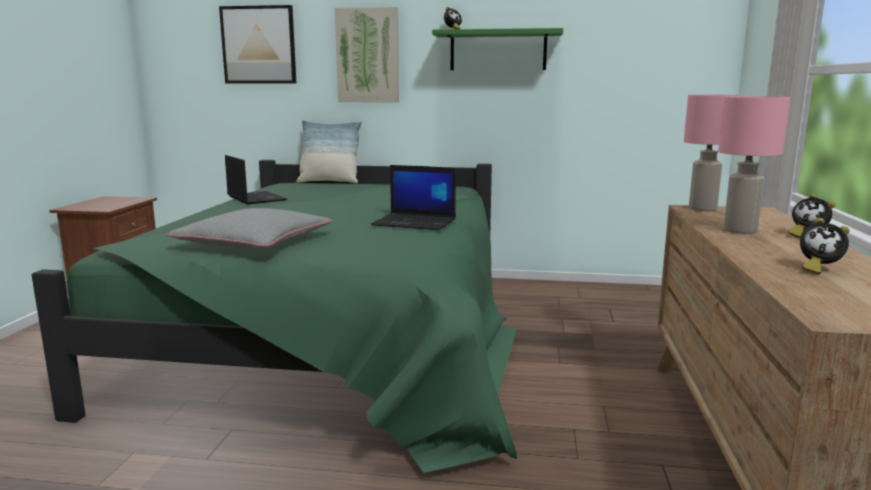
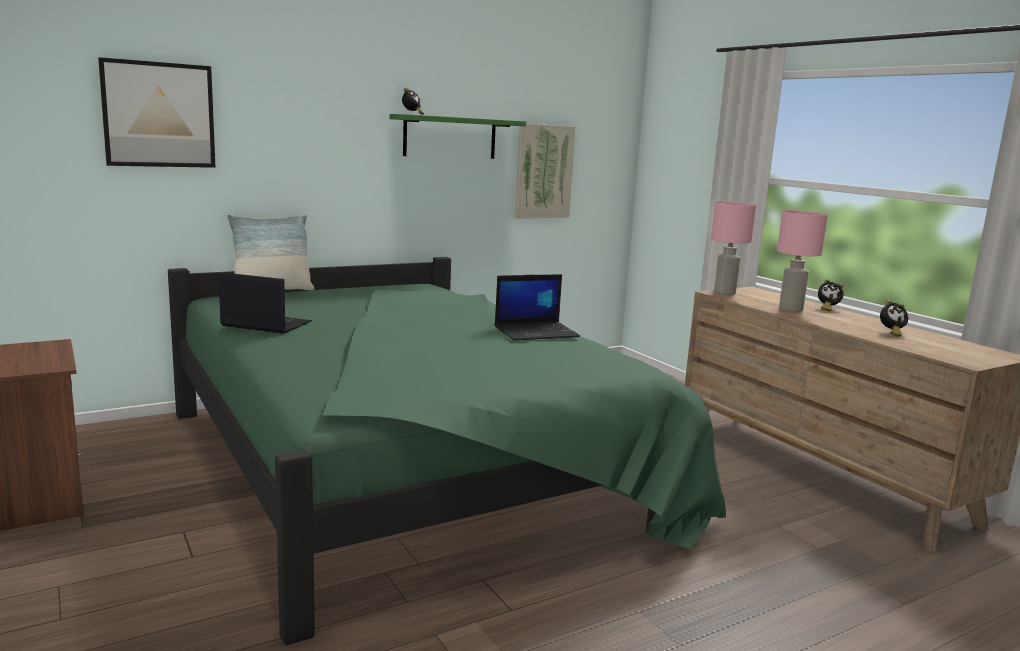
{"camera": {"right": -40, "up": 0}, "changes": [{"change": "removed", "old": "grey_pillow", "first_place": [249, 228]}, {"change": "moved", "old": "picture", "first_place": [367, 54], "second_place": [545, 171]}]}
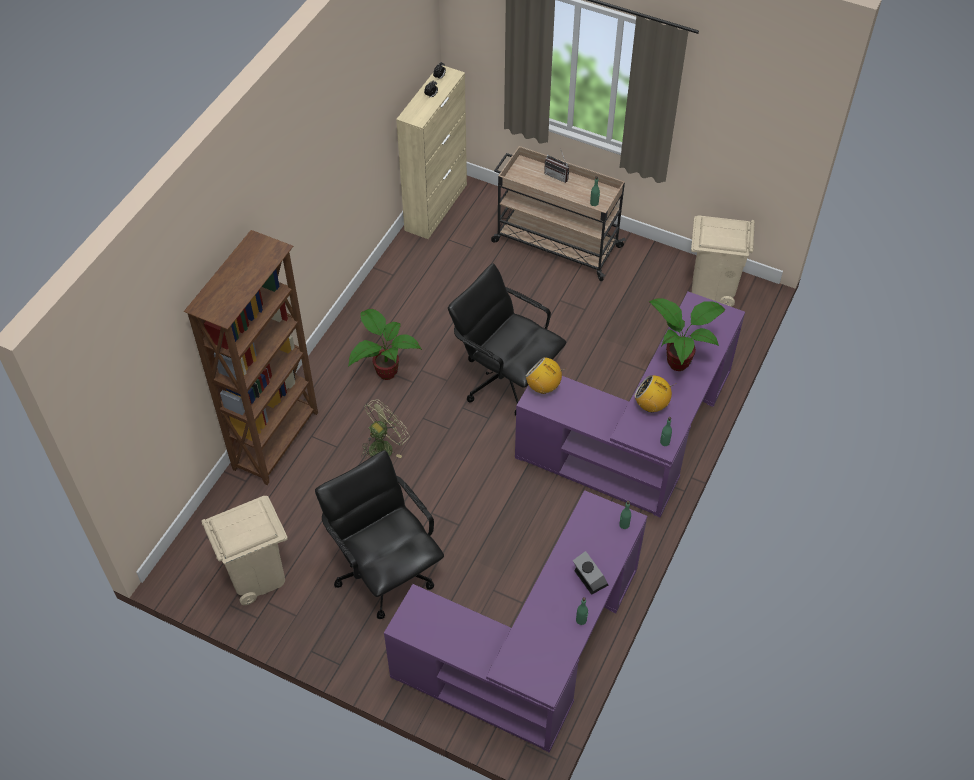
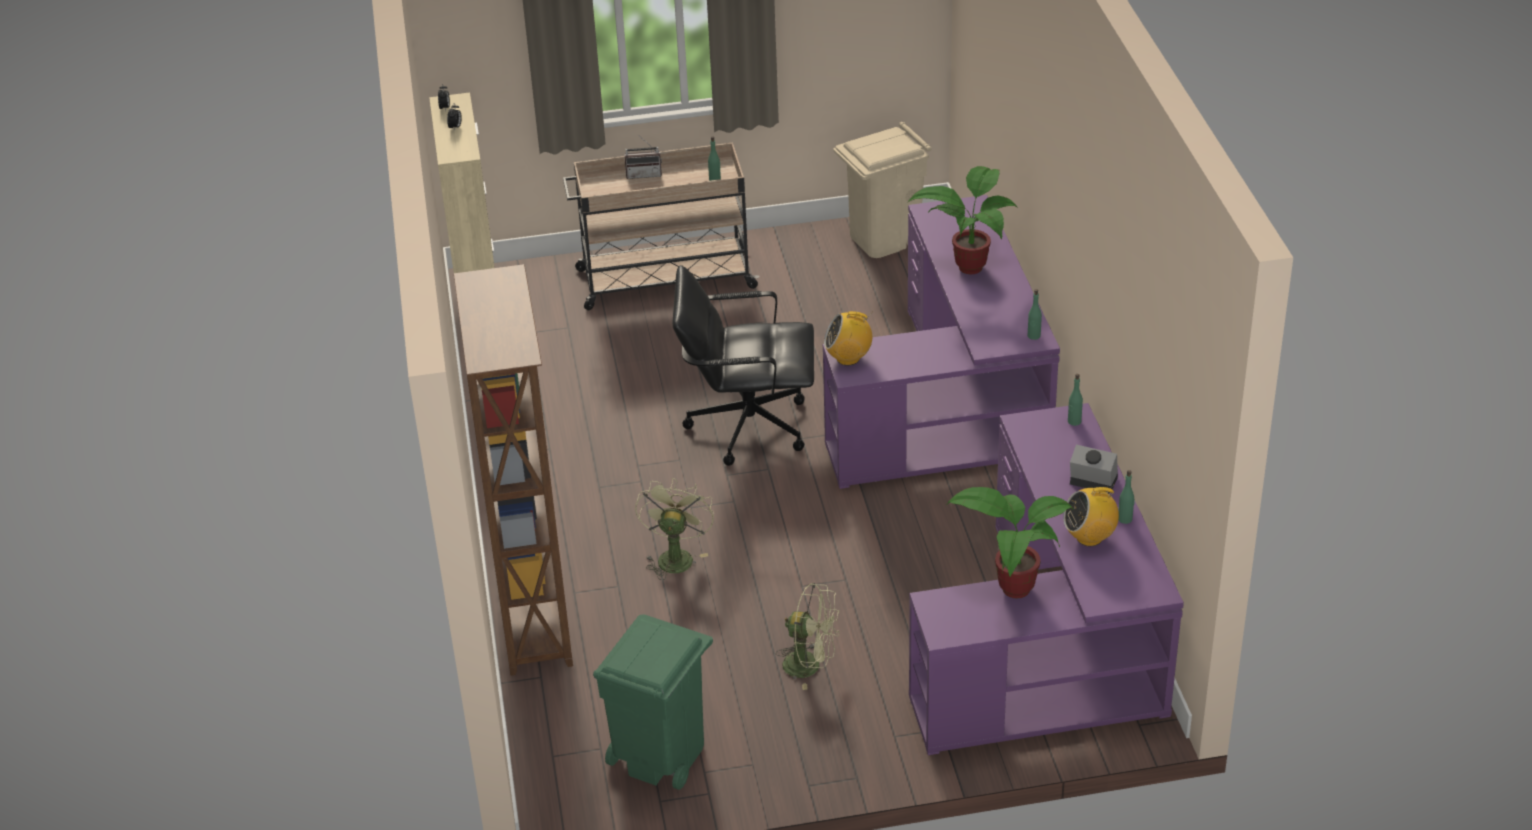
{"camera": {"right": -35, "up": -15}, "changes": [{"change": "moved", "old": "potted_plant", "first_place": [385, 344], "second_place": [1010, 543]}, {"change": "moved", "old": "radio", "first_place": [656, 393], "second_place": [1091, 515]}, {"change": "replaced", "old": "black_office_chair", "new": "green_fan", "first_place": [379, 534], "second_place": [807, 636]}, {"change": "recoloured", "old": "beige_trash_can", "new": "green_trash_can", "first_place": [245, 550], "second_place": [653, 702]}]}
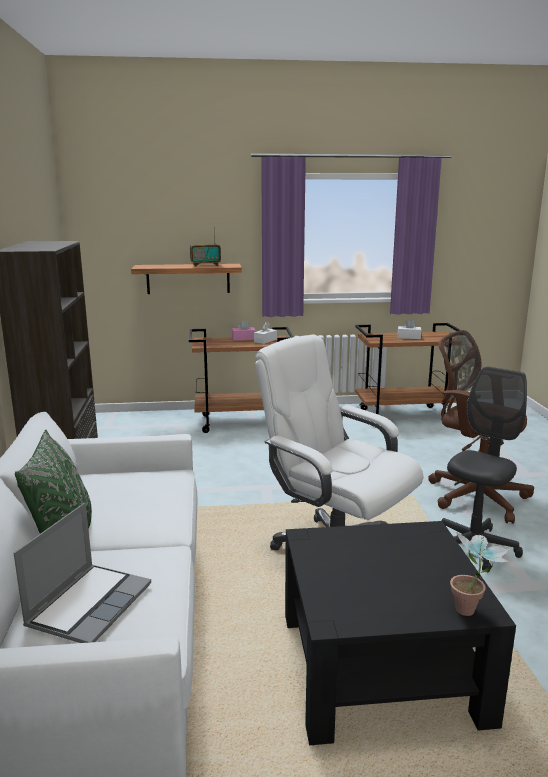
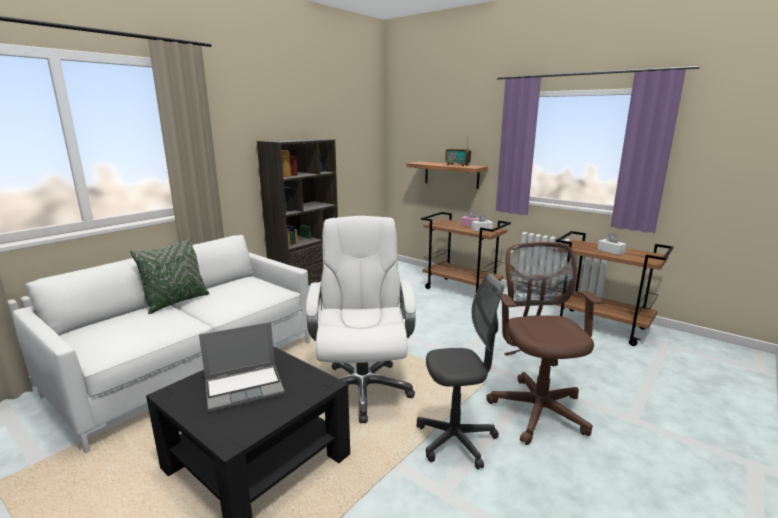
{"camera": {"right": 45, "up": 0}, "changes": [{"change": "removed", "old": "potted_plant", "first_place": [480, 574]}, {"change": "moved", "old": "laptop", "first_place": [82, 573], "second_place": [242, 367]}]}
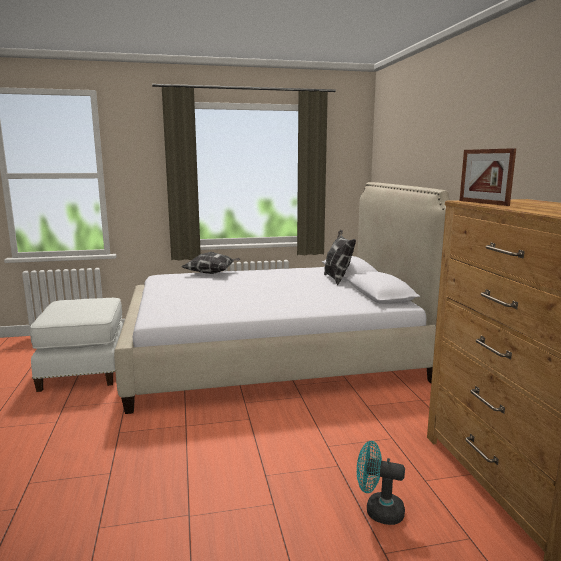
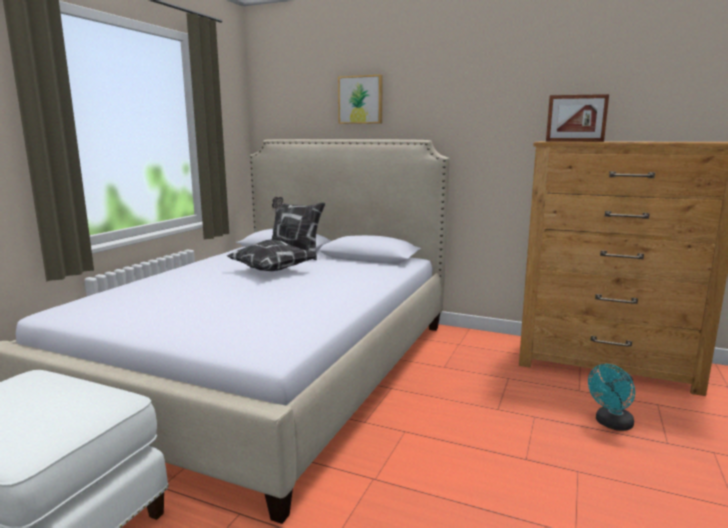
{"camera": {"right": -55, "up": 0}, "changes": [{"change": "added", "new": "picture", "second_place": [360, 99]}, {"change": "moved", "old": "pillow", "first_place": [211, 263], "second_place": [271, 255]}]}
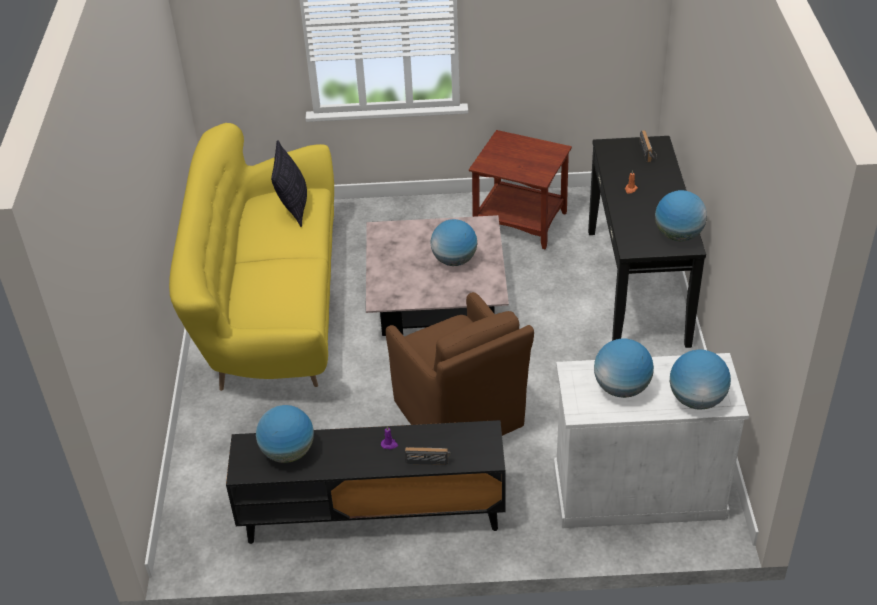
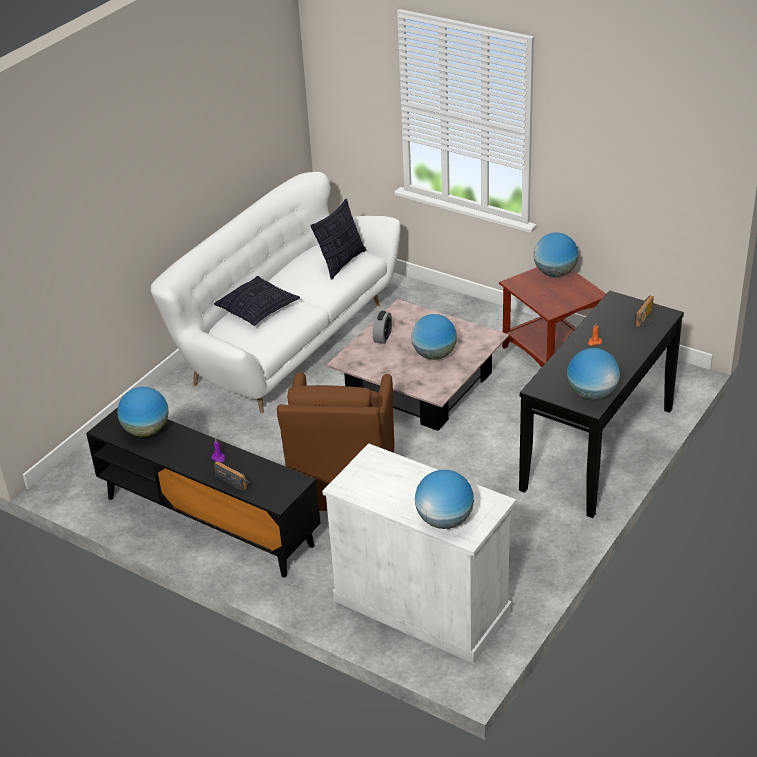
{"camera": {"right": 35, "up": -5}, "changes": [{"change": "added", "new": "pillow", "second_place": [257, 301]}, {"change": "added", "new": "alarm_clock", "second_place": [382, 327]}, {"change": "moved", "old": "globe", "first_place": [624, 368], "second_place": [556, 255]}, {"change": "recoloured", "old": "yellow_sofa", "new": "white_sofa", "first_place": [251, 257], "second_place": [276, 292]}]}
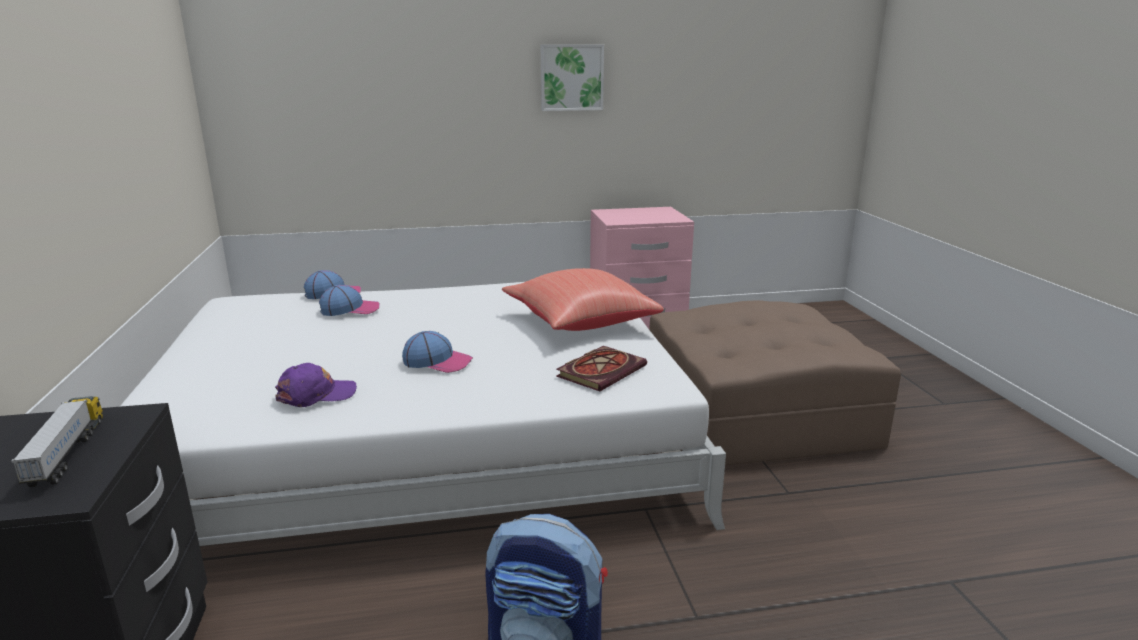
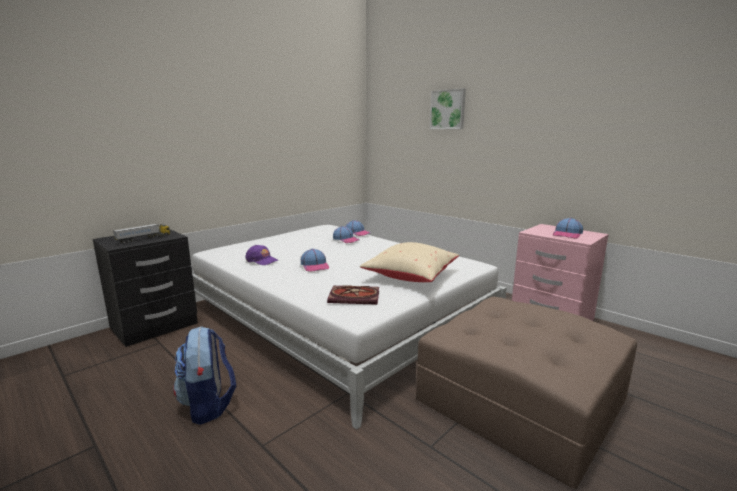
{"camera": {"right": 55, "up": -5}, "changes": [{"change": "added", "new": "cap", "second_place": [568, 228]}, {"change": "moved", "old": "picture", "first_place": [572, 77], "second_place": [448, 108]}, {"change": "recoloured", "old": "red_pillow", "new": "beige_pillow", "first_place": [583, 299], "second_place": [409, 262]}]}
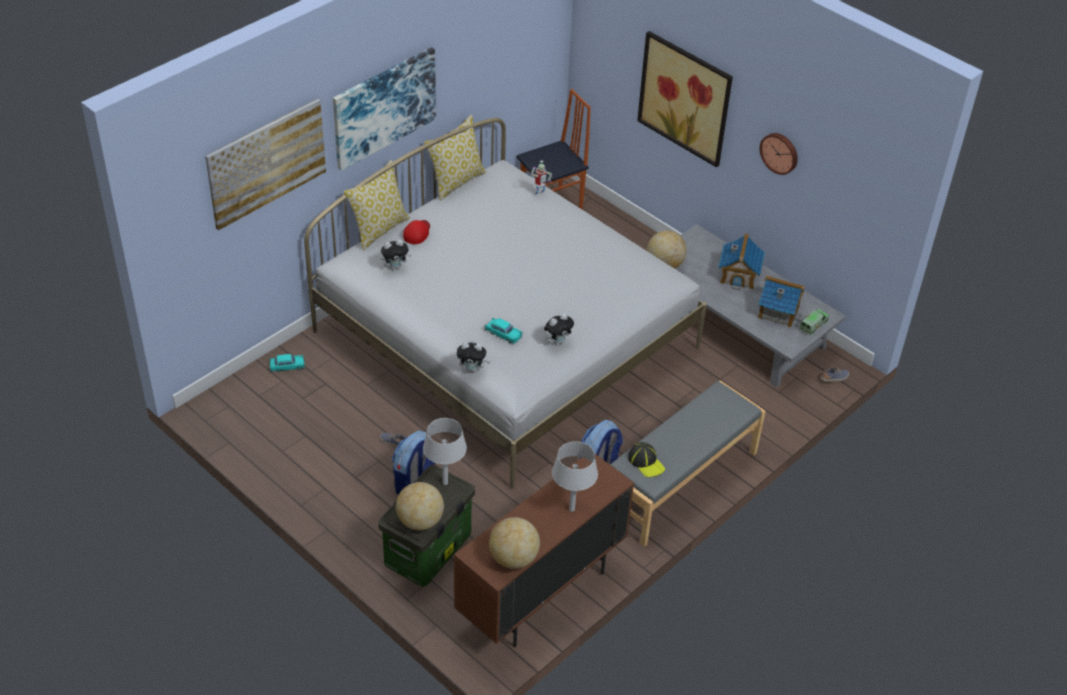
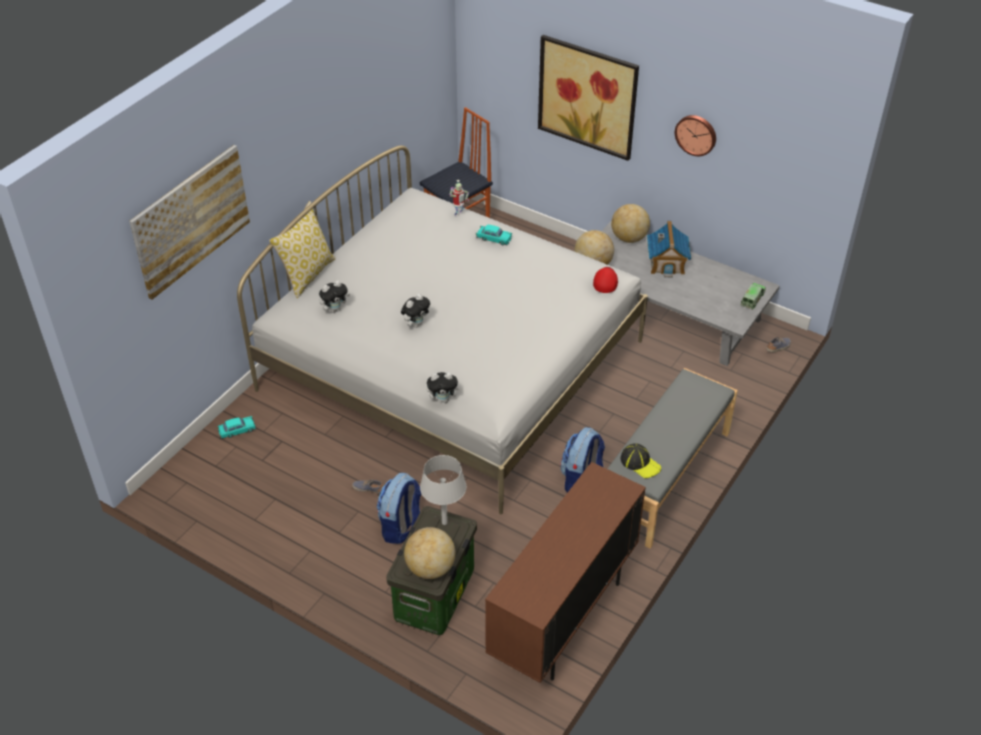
{"camera": {"right": -10, "up": 0}, "changes": [{"change": "removed", "old": "picture", "first_place": [384, 109]}, {"change": "removed", "old": "pillow", "first_place": [455, 157]}, {"change": "removed", "old": "grey_table_lamp", "first_place": [575, 476]}, {"change": "removed", "old": "toy_house", "first_place": [781, 301]}, {"change": "moved", "old": "red_cap", "first_place": [416, 232], "second_place": [605, 280]}, {"change": "moved", "old": "turquoise_toy_car", "first_place": [504, 331], "second_place": [494, 235]}, {"change": "moved", "old": "globe", "first_place": [514, 543], "second_place": [630, 223]}, {"change": "moved", "old": "plush_toy", "first_place": [559, 329], "second_place": [415, 311]}]}
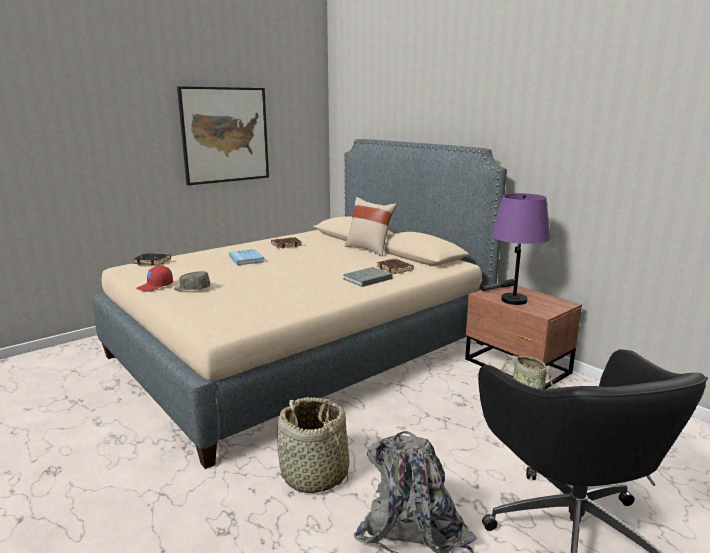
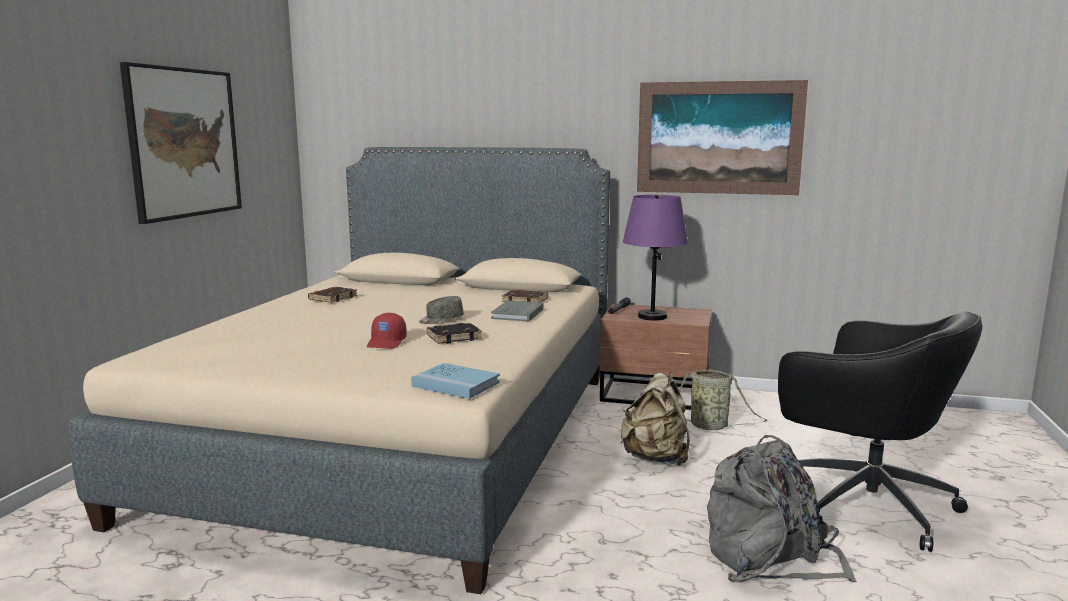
{"camera": {"right": -35, "up": -5}, "changes": [{"change": "removed", "old": "basket", "first_place": [313, 445]}, {"change": "removed", "old": "beige_pillow", "first_place": [371, 226]}, {"change": "added", "new": "beige_backpack", "second_place": [655, 419]}, {"change": "added", "new": "picture", "second_place": [722, 137]}, {"change": "moved", "old": "black_book", "first_place": [151, 259], "second_place": [454, 333]}, {"change": "moved", "old": "red_cap", "first_place": [154, 279], "second_place": [387, 331]}, {"change": "moved", "old": "grey_cap", "first_place": [192, 281], "second_place": [441, 310]}, {"change": "moved", "old": "blue_book", "first_place": [246, 257], "second_place": [455, 381]}]}
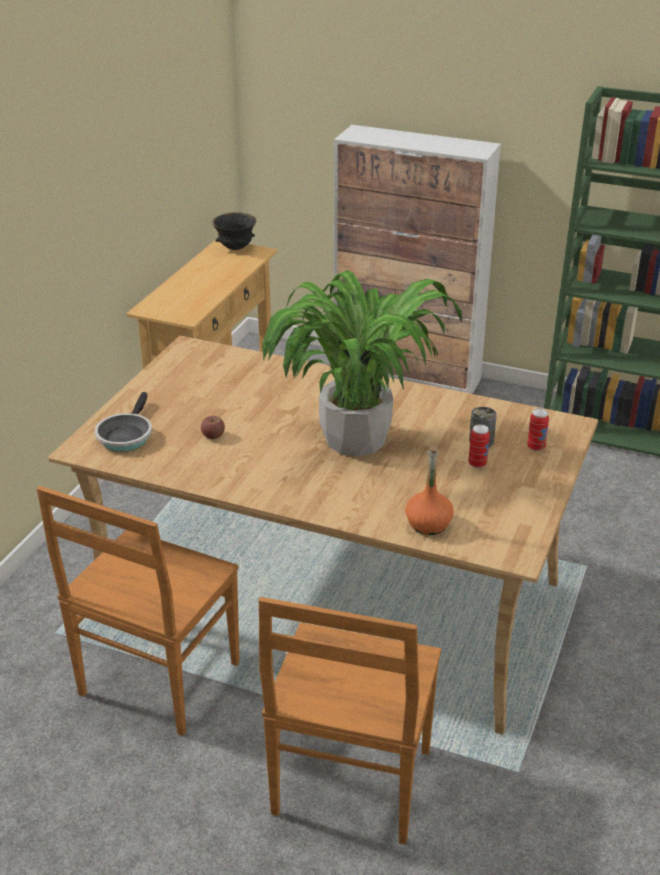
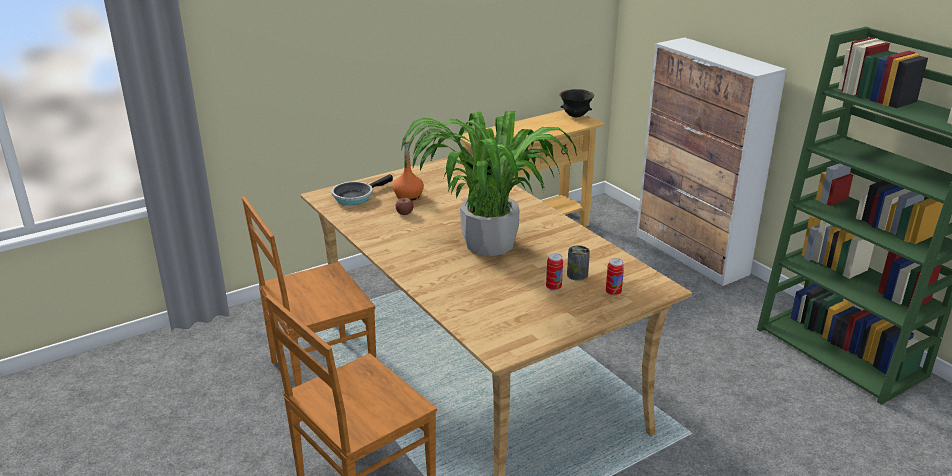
{"camera": {"right": 35, "up": -5}, "changes": [{"change": "moved", "old": "orange_bottle", "first_place": [429, 491], "second_place": [408, 170]}]}
